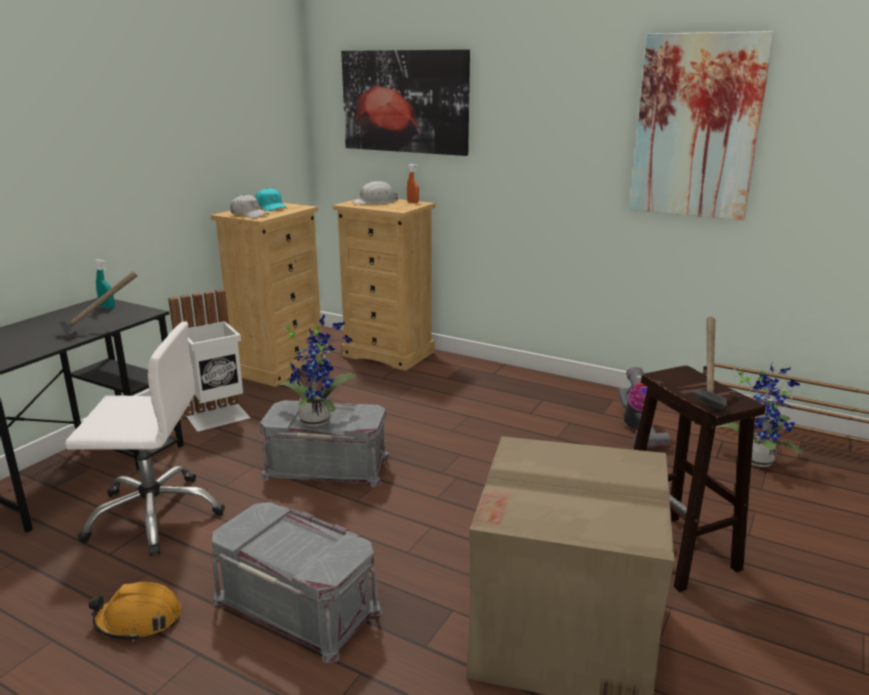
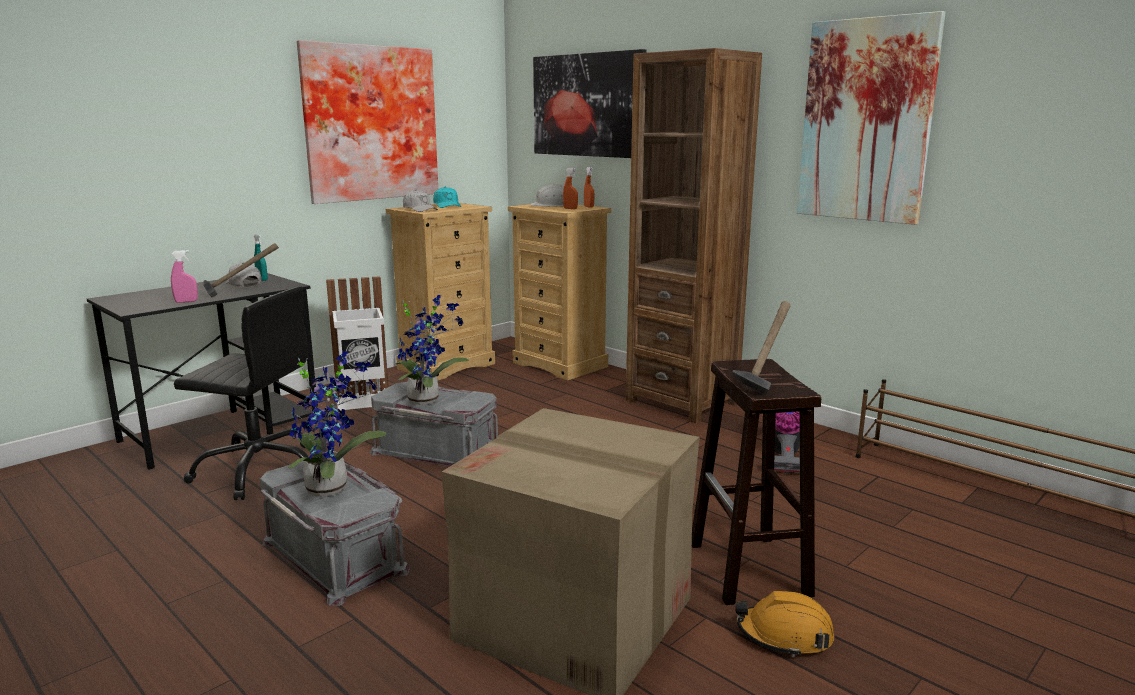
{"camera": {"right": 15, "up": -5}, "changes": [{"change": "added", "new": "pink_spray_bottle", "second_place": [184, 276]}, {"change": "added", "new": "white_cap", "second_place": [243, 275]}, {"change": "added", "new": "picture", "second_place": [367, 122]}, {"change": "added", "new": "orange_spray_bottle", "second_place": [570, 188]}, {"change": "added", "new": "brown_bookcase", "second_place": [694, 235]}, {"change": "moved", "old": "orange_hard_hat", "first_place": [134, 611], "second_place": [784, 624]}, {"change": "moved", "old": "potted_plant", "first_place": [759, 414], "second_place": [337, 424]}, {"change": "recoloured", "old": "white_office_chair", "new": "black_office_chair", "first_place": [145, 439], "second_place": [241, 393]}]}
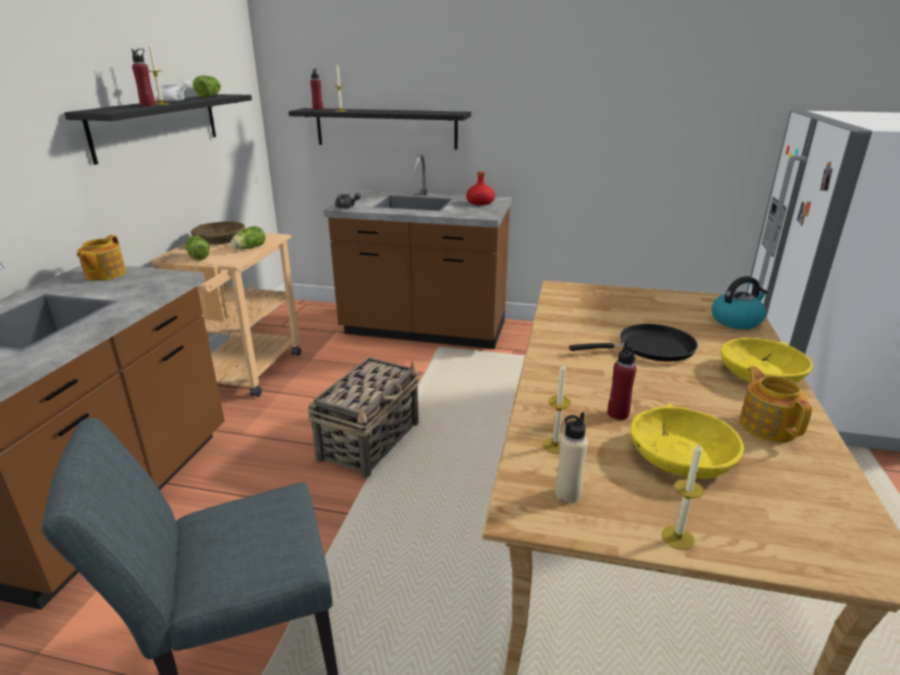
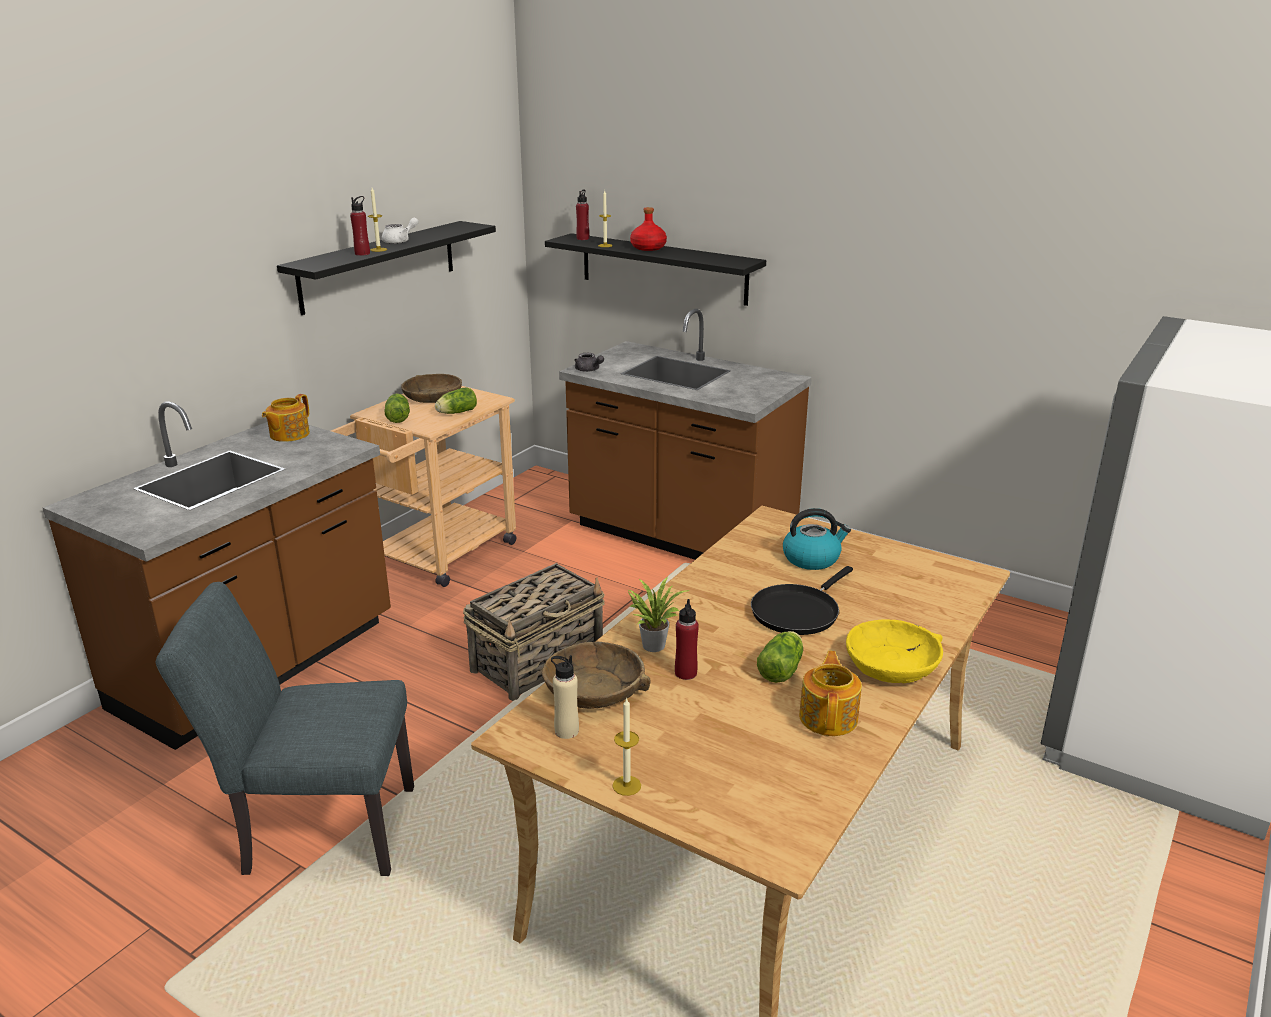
{"camera": {"right": 20, "up": 0}, "changes": [{"change": "removed", "old": "yellow_bowl", "first_place": [687, 441]}, {"change": "added", "new": "potted_plant", "second_place": [659, 614]}, {"change": "moved", "old": "lettuce", "first_place": [207, 86], "second_place": [780, 657]}, {"change": "moved", "old": "red_bottle", "first_place": [480, 188], "second_place": [648, 229]}, {"change": "moved", "old": "kettle", "first_place": [739, 302], "second_place": [817, 539]}, {"change": "replaced", "old": "candle", "new": "brown_bowl", "first_place": [557, 408], "second_place": [596, 675]}, {"change": "turned", "old": "black_frying_pan", "first_place": [633, 343], "second_place": [802, 600], "degrees": 120}]}
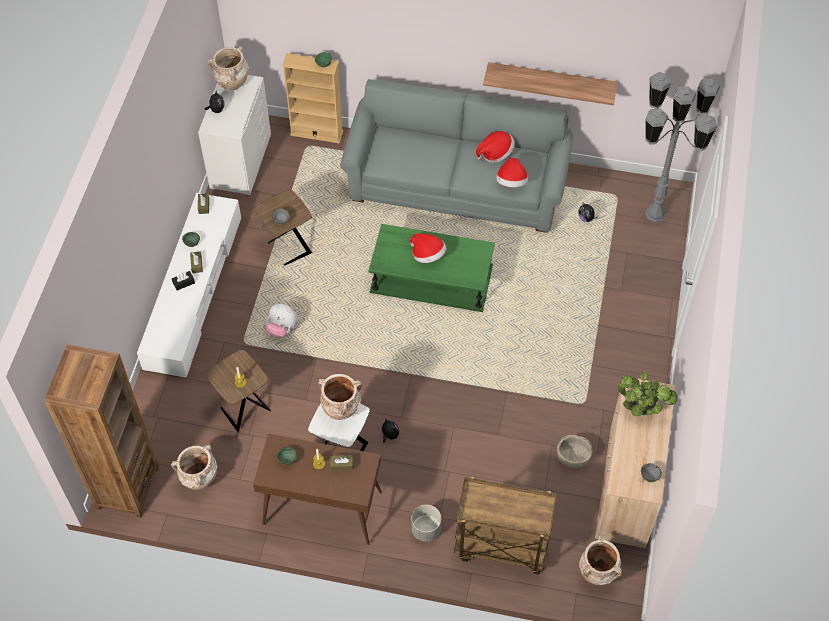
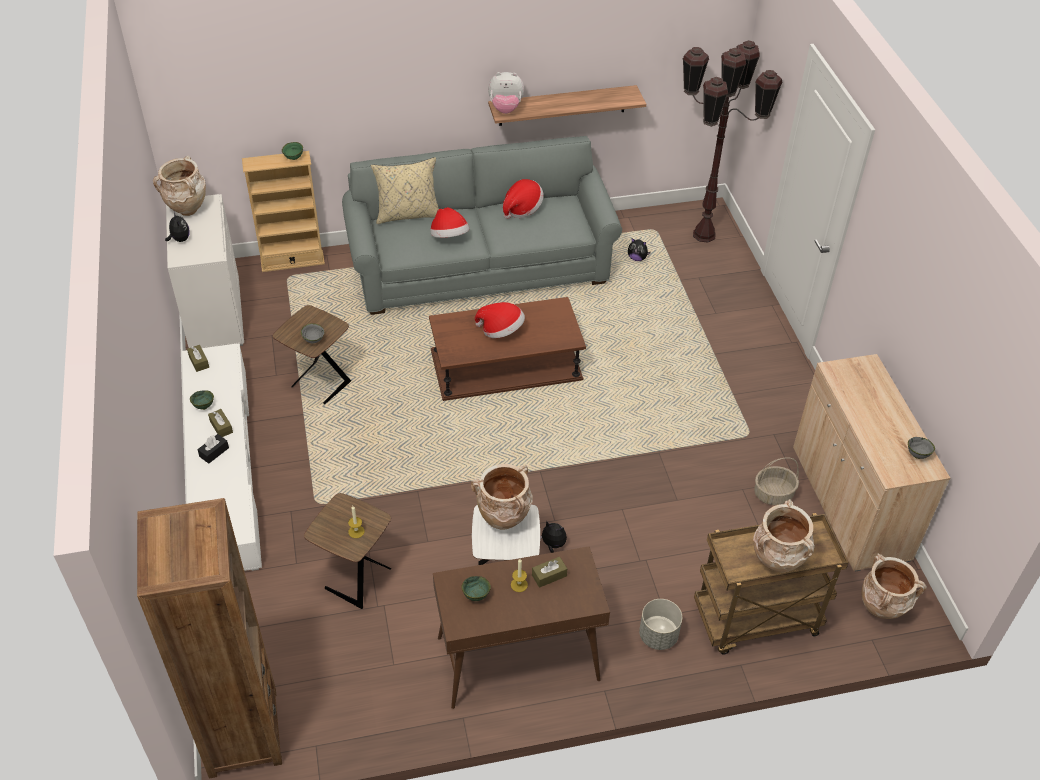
{"camera": {"right": -25, "up": -10}, "changes": [{"change": "removed", "old": "potted_plant", "first_place": [647, 394]}, {"change": "added", "new": "beige_pillow", "second_place": [405, 190]}, {"change": "moved", "old": "beige_vase", "first_place": [194, 467], "second_place": [784, 535]}, {"change": "moved", "old": "plush_toy", "first_place": [282, 321], "second_place": [506, 93]}, {"change": "moved", "old": "hat", "first_place": [512, 172], "second_place": [450, 222]}, {"change": "recoloured", "old": "green_coffee_table", "new": "brown_coffee_table", "first_place": [431, 268], "second_place": [507, 349]}, {"change": "recoloured", "old": "grey_floor_lamp", "new": "brown_floor_lamp", "first_place": [682, 147], "second_place": [732, 141]}]}
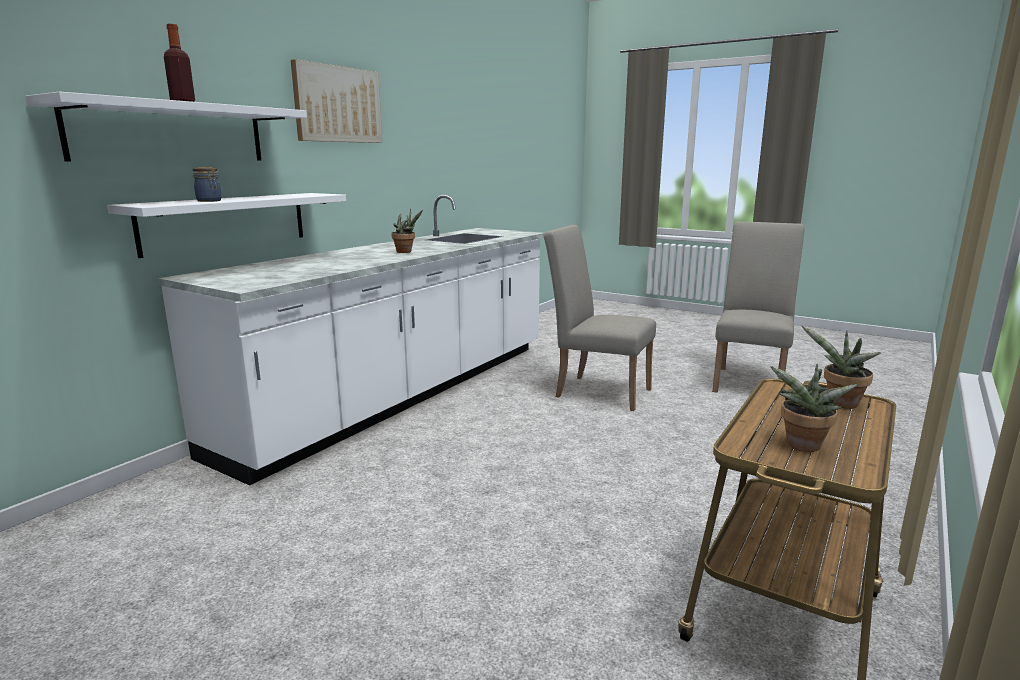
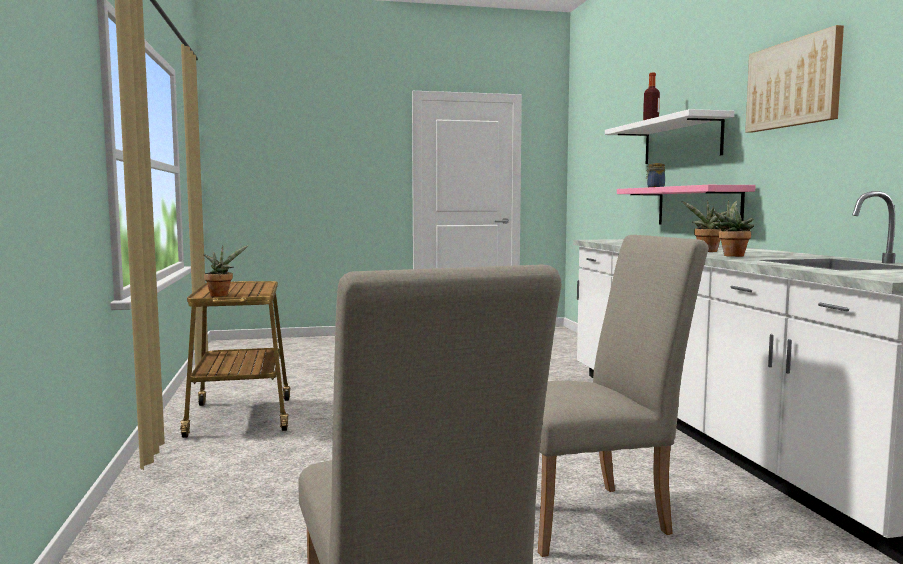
{"camera": {"right": 135, "up": -10}, "changes": [{"change": "moved", "old": "potted_plant", "first_place": [814, 408], "second_place": [733, 228]}, {"change": "recoloured", "old": "white_shelf", "new": "pink_shelf", "first_place": [226, 225], "second_place": [686, 204]}]}
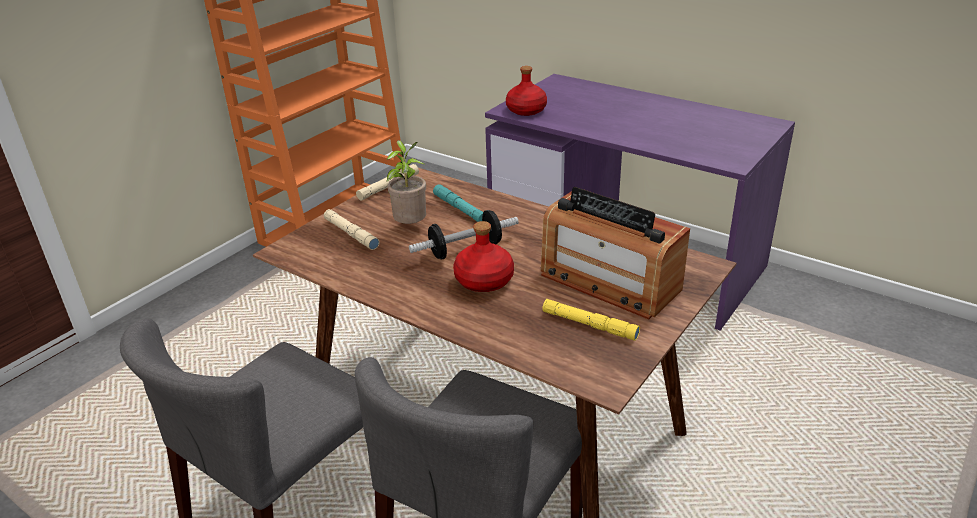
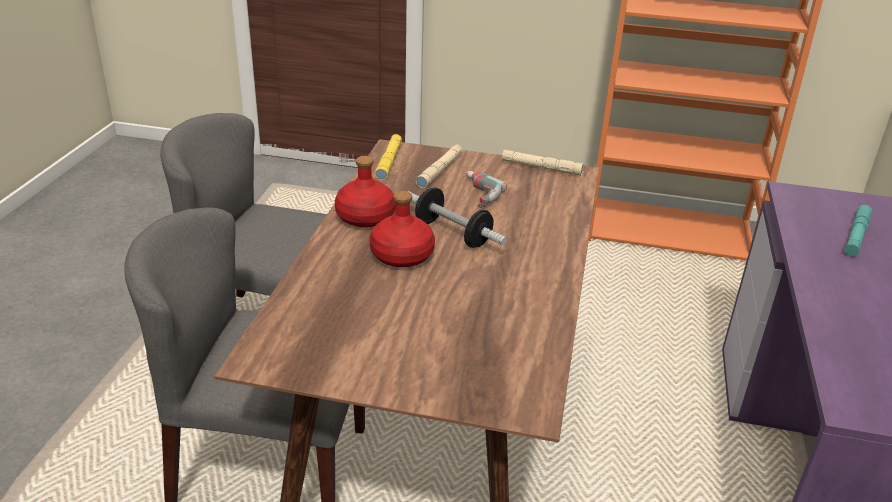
{"camera": {"right": 65, "up": 0}, "changes": [{"change": "removed", "old": "radio", "first_place": [615, 253]}, {"change": "moved", "old": "turquoise_flashlight", "first_place": [458, 203], "second_place": [858, 231]}, {"change": "moved", "old": "red_bottle", "first_place": [526, 91], "second_place": [365, 192]}, {"change": "moved", "old": "yellow_flashlight", "first_place": [591, 320], "second_place": [388, 157]}, {"change": "replaced", "old": "potted_plant", "new": "power_drill", "first_place": [406, 182], "second_place": [486, 190]}]}
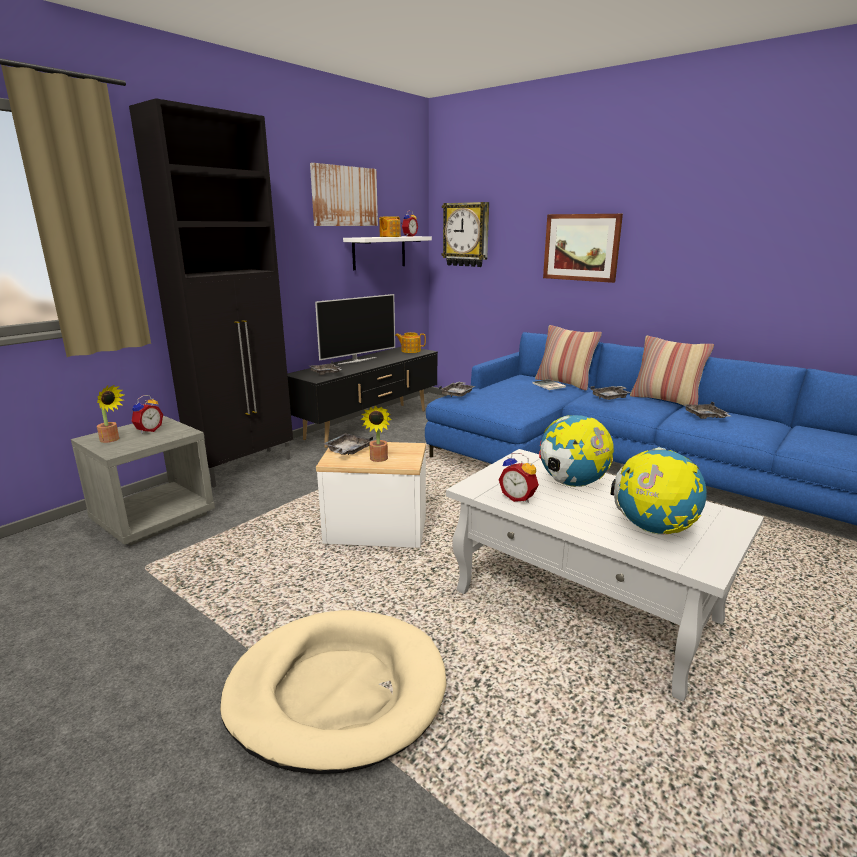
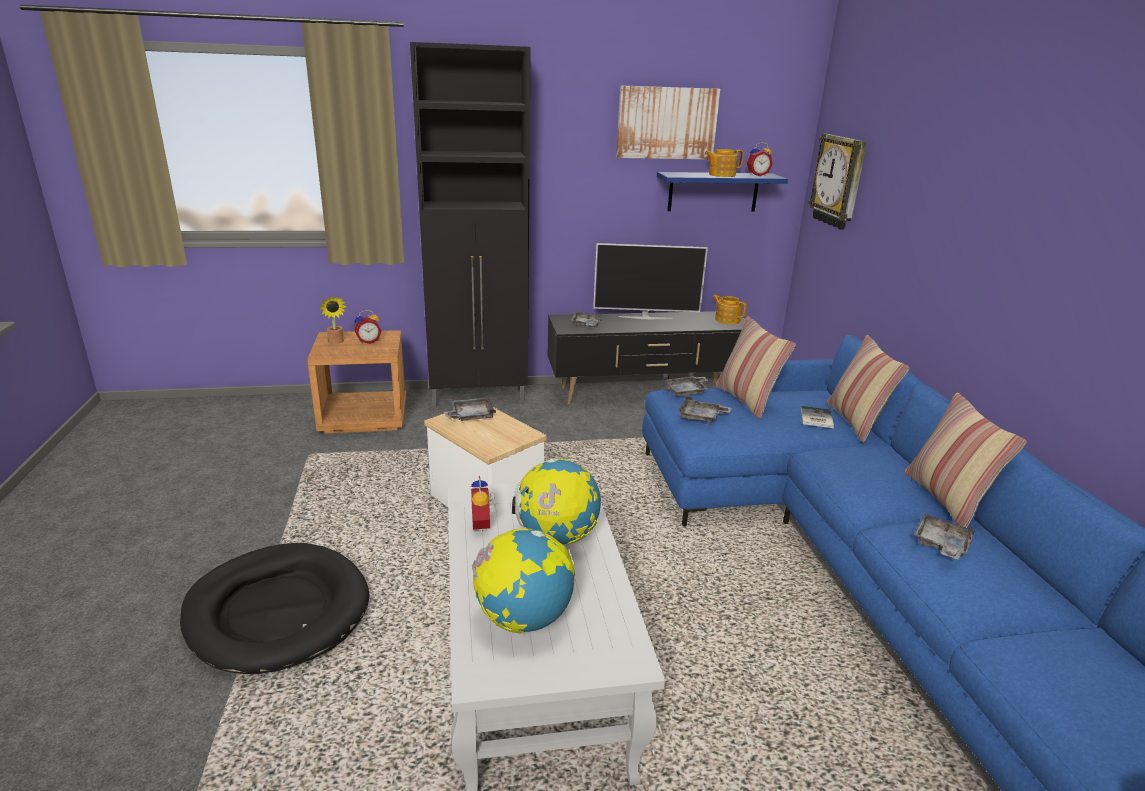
{"camera": {"right": 40, "up": 5}, "changes": [{"change": "removed", "old": "potted_plant", "first_place": [376, 433]}, {"change": "removed", "old": "picture", "first_place": [583, 248]}, {"change": "added", "new": "pillow", "second_place": [756, 367]}, {"change": "moved", "old": "grey_tray", "first_place": [610, 393], "second_place": [705, 409]}, {"change": "recoloured", "old": "grey_nightstand", "new": "brown_nightstand", "first_place": [143, 481], "second_place": [356, 382]}, {"change": "recoloured", "old": "beige_dog_bed", "new": "black_dog_bed", "first_place": [333, 692], "second_place": [274, 608]}, {"change": "recoloured", "old": "white_shelf", "new": "blue_shelf", "first_place": [387, 253], "second_place": [722, 191]}]}
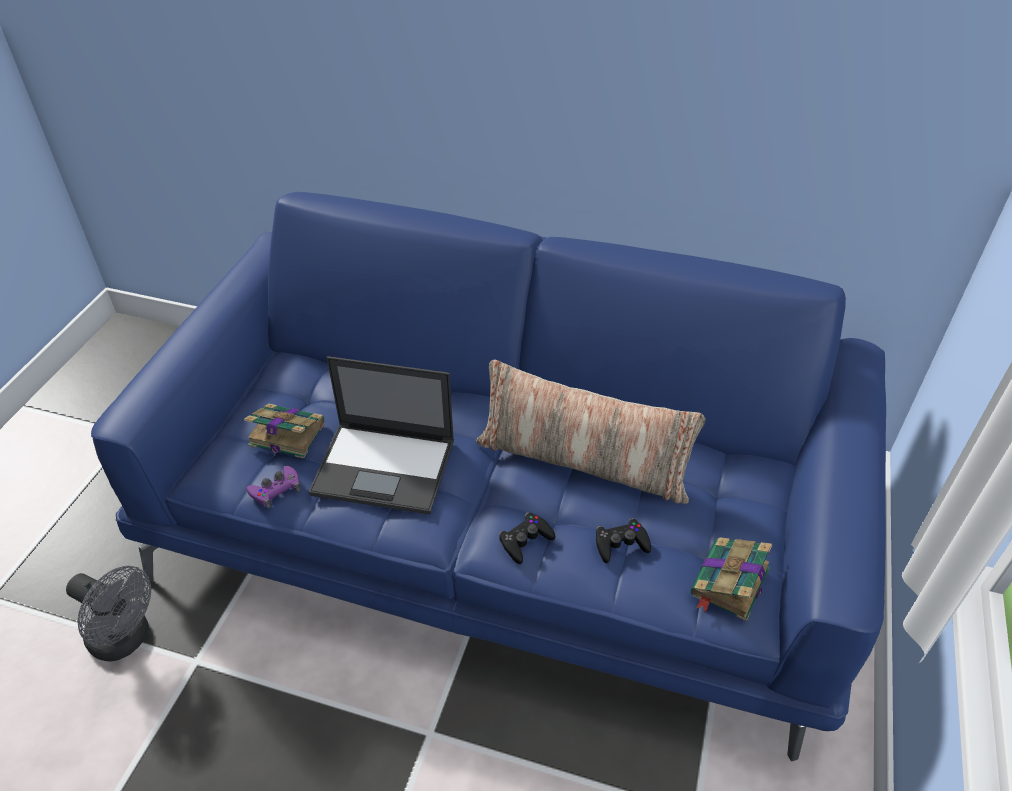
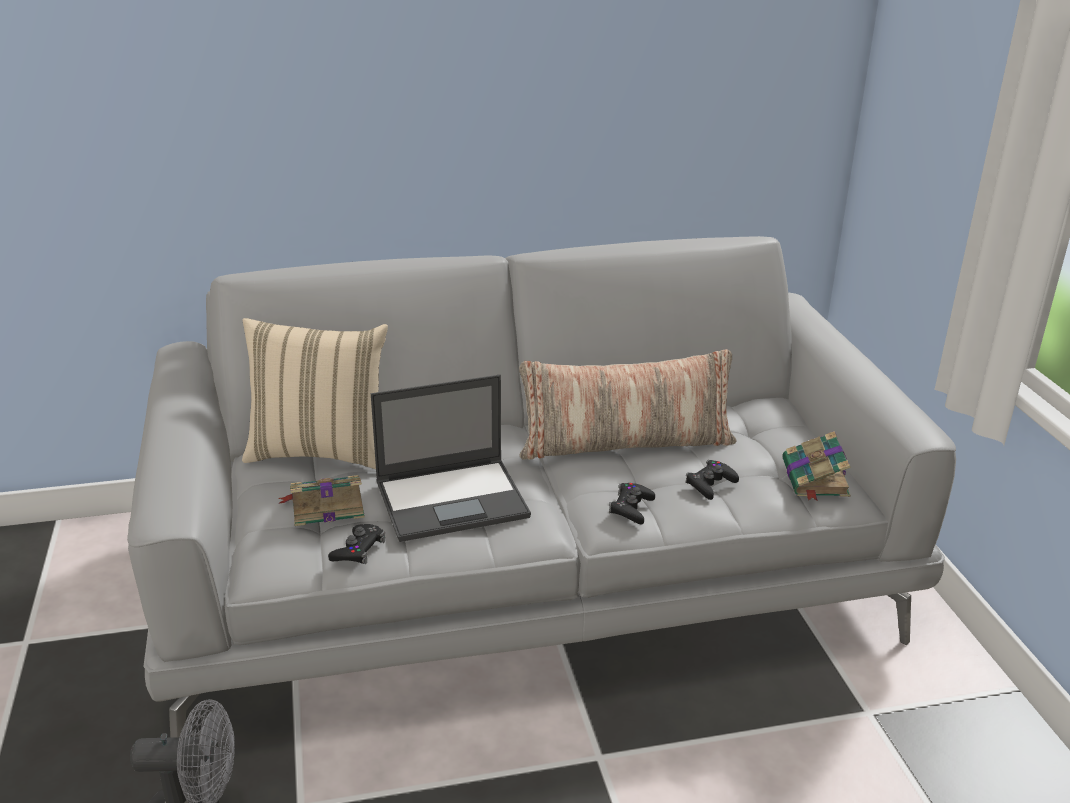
{"camera": {"right": -30, "up": -15}, "changes": [{"change": "added", "new": "beige_pillow", "second_place": [315, 393]}, {"change": "recoloured", "old": "blue_sofa", "new": "grey_sofa", "first_place": [488, 476], "second_place": [541, 487]}, {"change": "recoloured", "old": "purple_game_controller", "new": "black_game_controller", "first_place": [273, 487], "second_place": [356, 544]}]}
